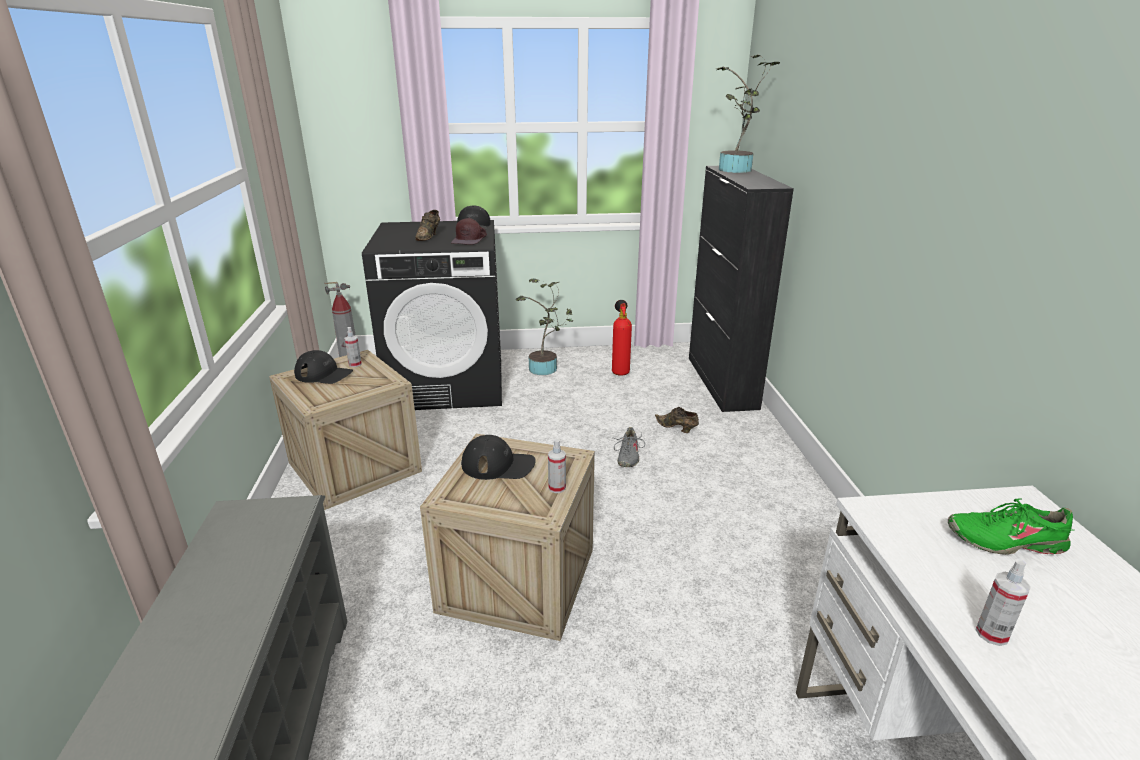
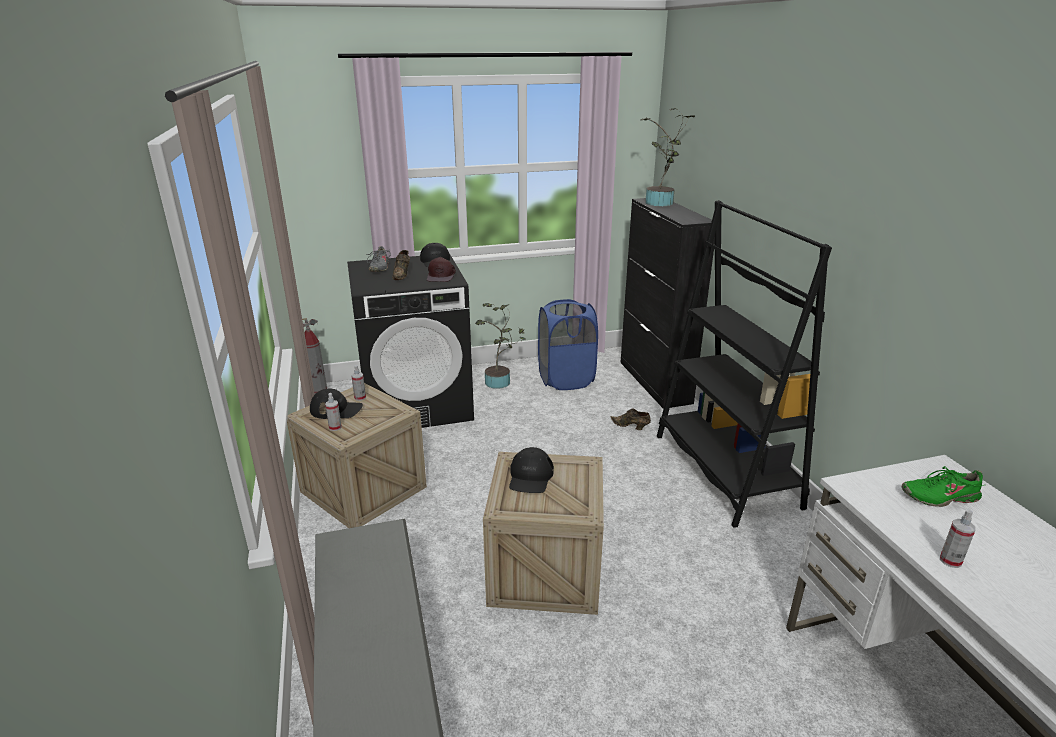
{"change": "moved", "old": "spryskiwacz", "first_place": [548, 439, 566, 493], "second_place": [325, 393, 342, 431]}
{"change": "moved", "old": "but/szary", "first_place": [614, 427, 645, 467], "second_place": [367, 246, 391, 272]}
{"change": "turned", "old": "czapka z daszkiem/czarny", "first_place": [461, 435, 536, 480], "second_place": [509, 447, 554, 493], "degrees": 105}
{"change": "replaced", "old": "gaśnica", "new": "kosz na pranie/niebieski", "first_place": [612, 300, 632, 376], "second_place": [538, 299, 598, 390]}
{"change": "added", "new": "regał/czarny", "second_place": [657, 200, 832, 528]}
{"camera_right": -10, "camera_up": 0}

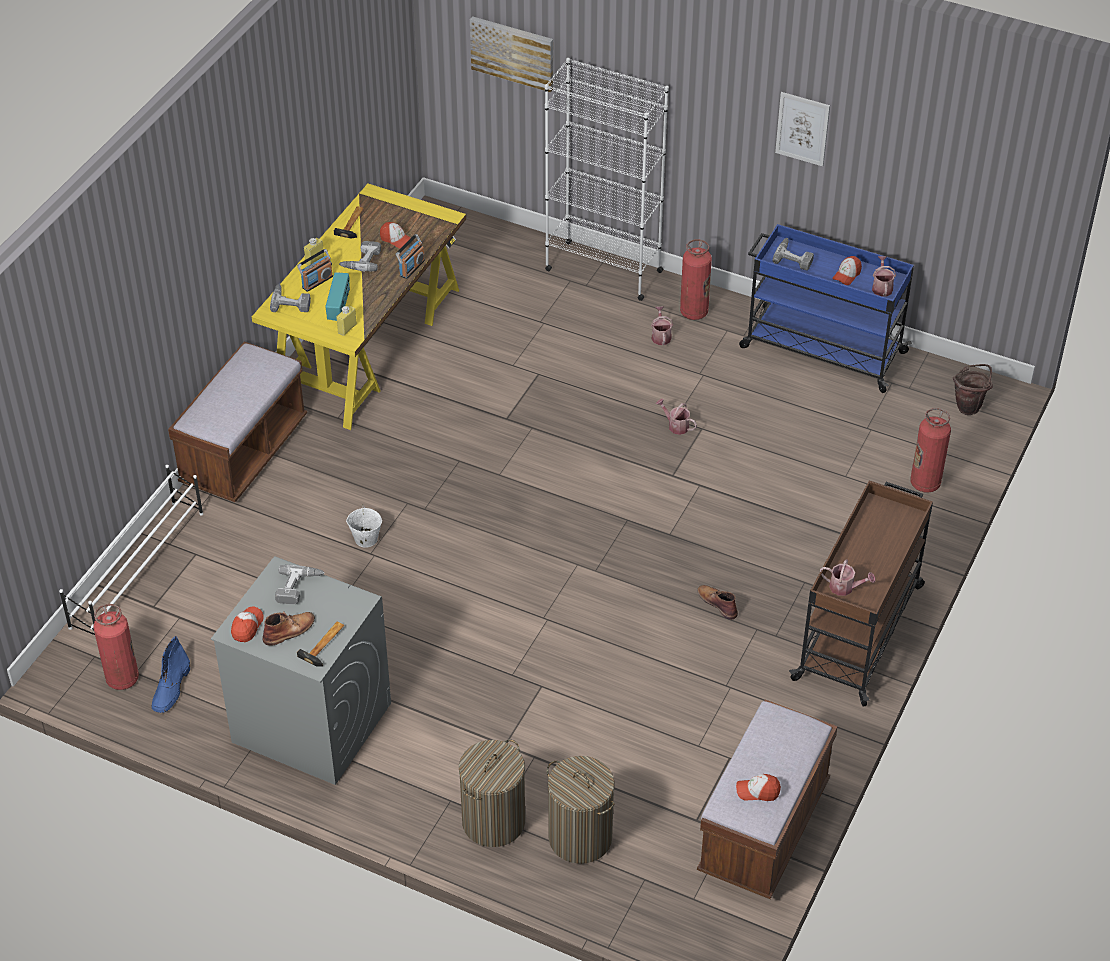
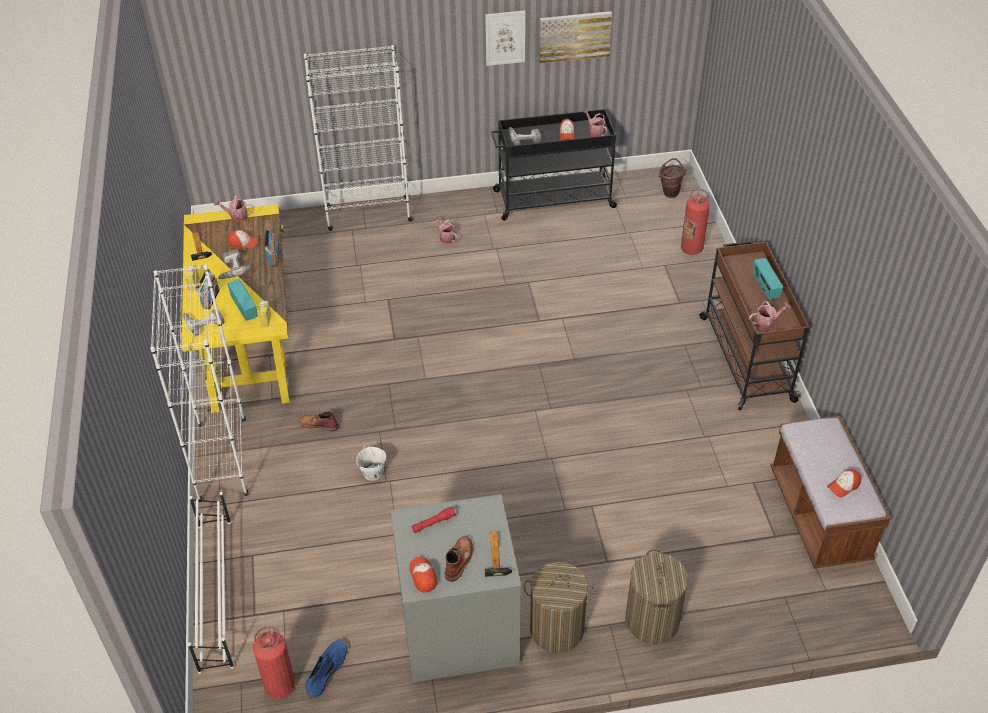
{"change": "replaced", "old": "ławka/brązowy", "new": "regał/biały", "first_place": [168, 342, 307, 502], "second_place": [150, 264, 248, 502]}
{"change": "moved", "old": "konewka", "first_place": [656, 399, 697, 435], "second_place": [214, 195, 254, 222]}
{"change": "moved", "old": "but z cholewką/brązowy", "first_place": [697, 585, 738, 620], "second_place": [298, 411, 339, 431]}
{"change": "turned", "old": "but z cholewką/niebieski", "first_place": [152, 636, 190, 713], "second_place": [305, 640, 348, 697], "degrees": -135}
{"change": "replaced", "old": "wiertarka", "new": "latarka/czerwony", "first_place": [275, 565, 324, 604], "second_place": [412, 506, 456, 533]}
{"change": "recoloured", "old": "wózek/niebieski", "new": "wózek/czarny", "first_place": [739, 224, 914, 393], "second_place": [491, 109, 619, 221]}
{"change": "moved", "old": "kosz na pranie", "first_place": [547, 756, 615, 864], "second_place": [524, 562, 595, 653]}
{"change": "moved", "old": "obraz", "first_place": [470, 16, 553, 93], "second_place": [539, 11, 612, 63]}
{"change": "added", "new": "radio", "second_place": [753, 258, 783, 300]}
{"change": "removed", "old": "gaśnica", "first_place": [680, 239, 712, 320]}
{"camera_right": -35, "camera_up": 0}

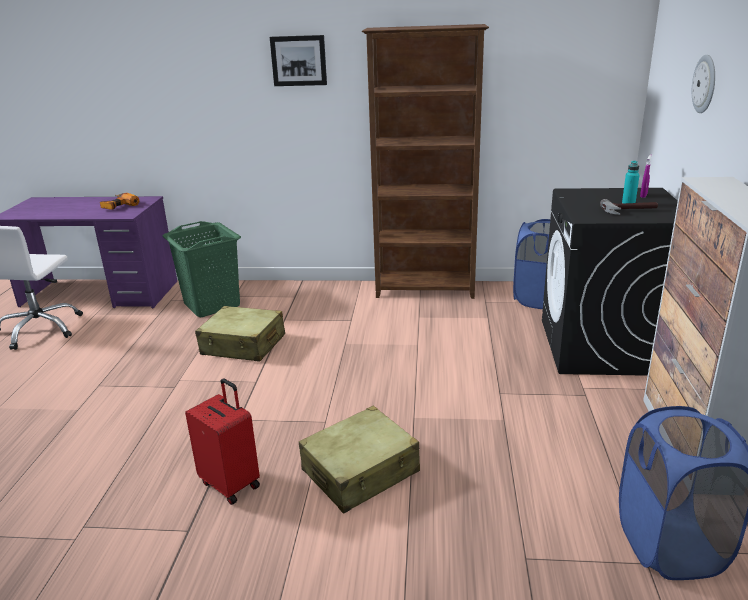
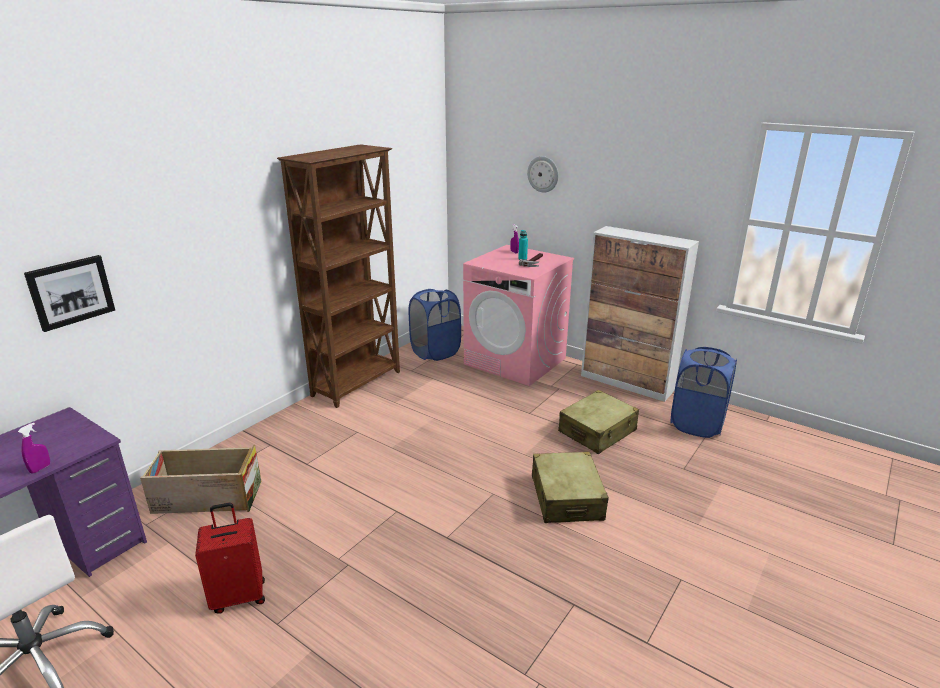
{"change": "added", "new": "spryskiwacz/fioletowy", "second_place": [18, 422, 50, 474]}
{"change": "moved", "old": "obraz", "first_place": [270, 35, 327, 86], "second_place": [24, 255, 115, 332]}
{"change": "replaced", "old": "kosz na pranie/zielony", "new": "skrzynka", "first_place": [163, 221, 241, 317], "second_place": [140, 445, 261, 514]}
{"change": "moved", "old": "walizka/czerwony", "first_place": [185, 378, 260, 505], "second_place": [195, 503, 265, 614]}
{"change": "recoloured", "old": "pralka/czarny", "new": "pralka/różowy", "first_place": [542, 188, 678, 376], "second_place": [463, 245, 574, 386]}
{"change": "moved", "old": "walizka/beżowy", "first_place": [195, 306, 285, 362], "second_place": [558, 390, 639, 454]}
{"change": "removed", "old": "wiertarka", "first_place": [100, 192, 140, 210]}
{"camera_right": -60, "camera_up": 0}

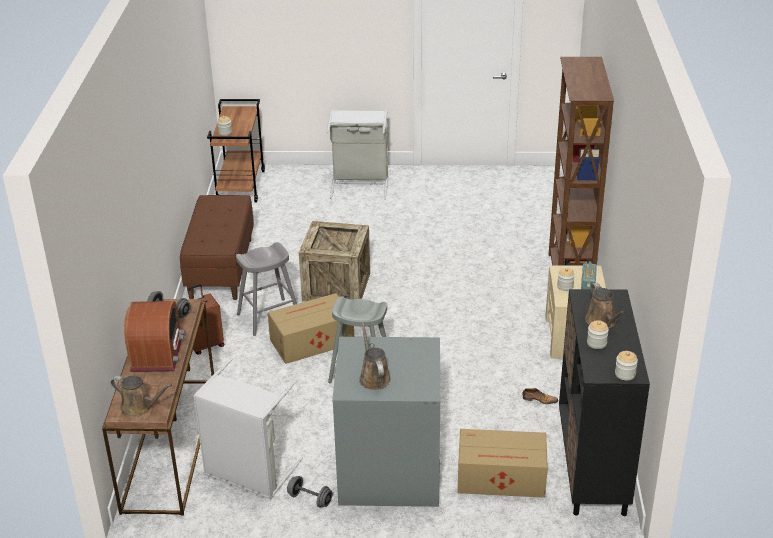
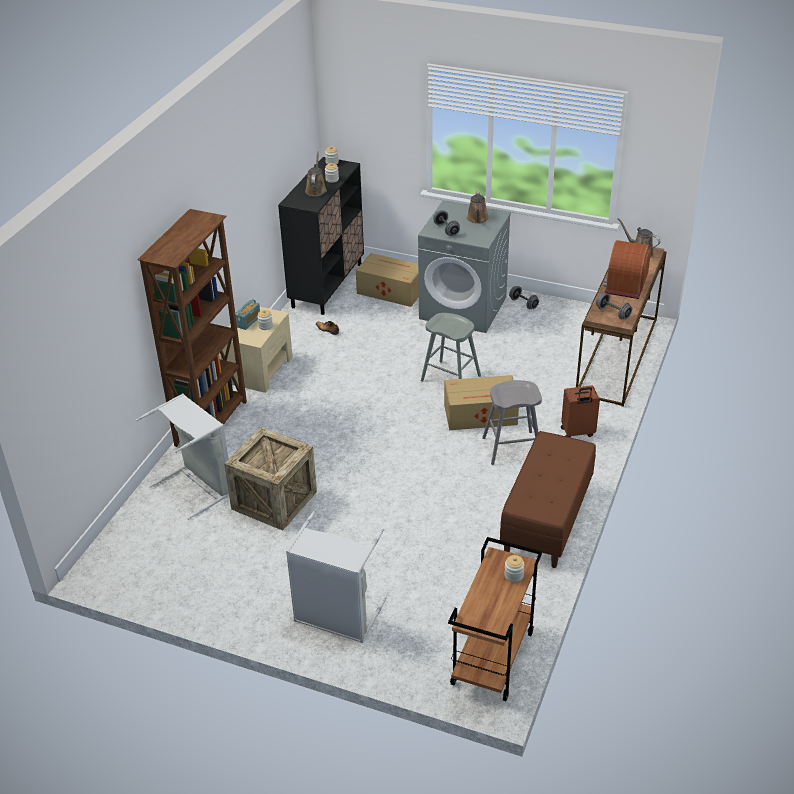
{"change": "moved", "old": "kosz na pranie/szary", "first_place": [193, 358, 303, 500], "second_place": [136, 394, 229, 520]}
{"change": "moved", "old": "skrzynka", "first_place": [299, 221, 370, 302], "second_place": [224, 427, 317, 531]}
{"change": "added", "new": "hantel/szary", "second_place": [433, 210, 460, 236]}
{"camera_right": -160, "camera_up": 5}

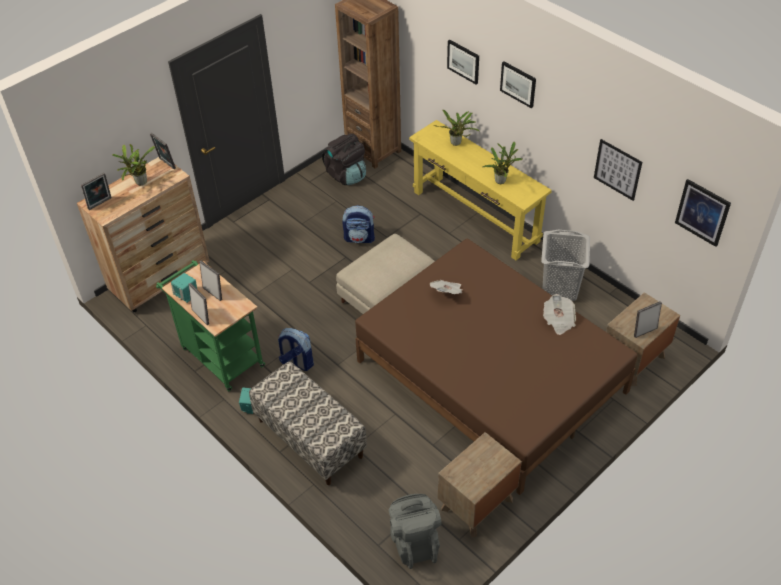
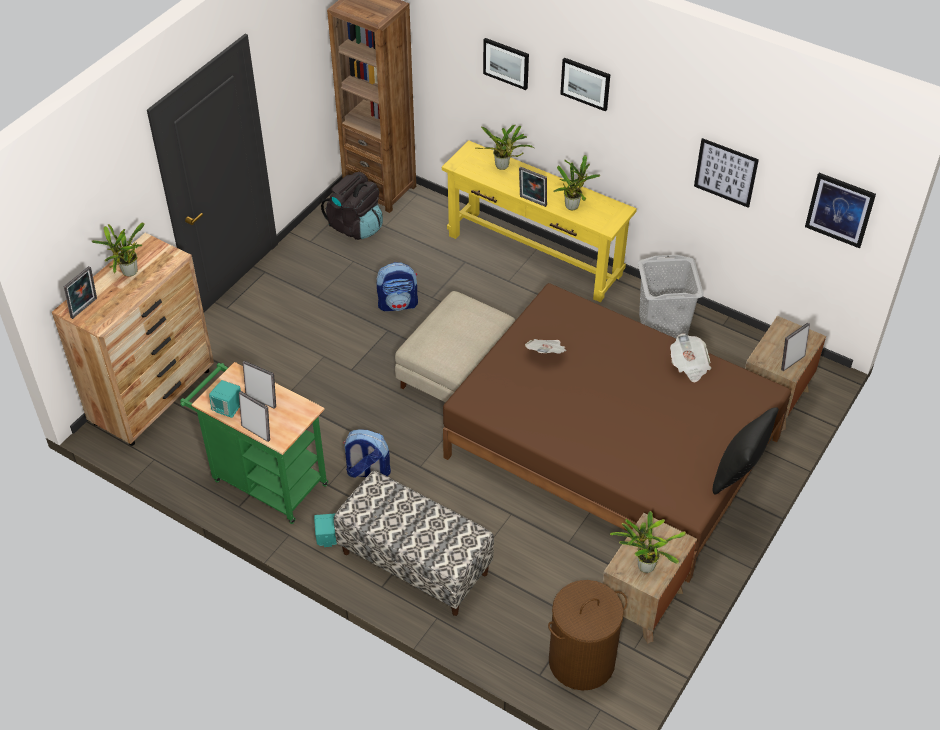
{"change": "moved", "old": "ramka na zdjęcie", "first_place": [150, 133, 176, 169], "second_place": [519, 167, 547, 207]}
{"change": "replaced", "old": "plecak/szary", "new": "kosz na pranie/brązowy", "first_place": [389, 494, 442, 569], "second_place": [548, 580, 627, 691]}
{"change": "added", "new": "roślina doniczkowa", "second_place": [609, 511, 686, 573]}
{"change": "added", "new": "poduszka/czarny", "second_place": [713, 407, 779, 495]}
{"camera_right": -15, "camera_up": 0}

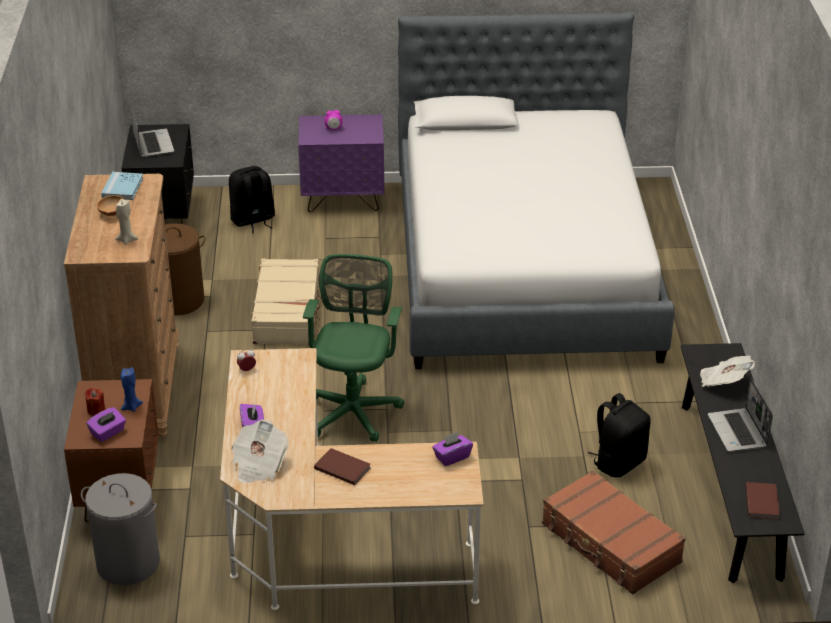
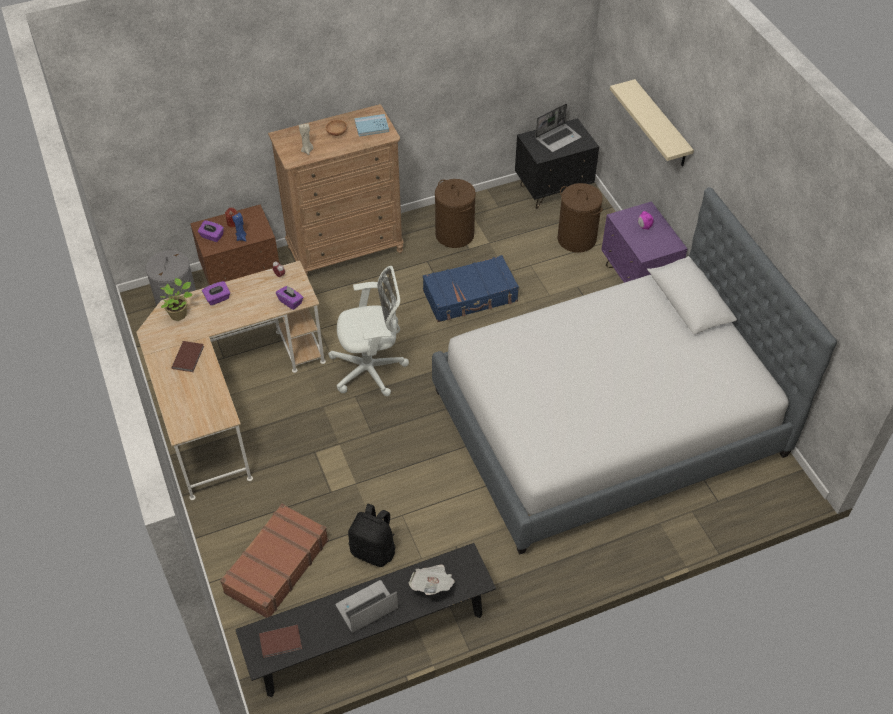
{"change": "replaced", "old": "gazeta", "new": "roślina doniczkowa", "first_place": [231, 420, 289, 483], "second_place": [160, 278, 192, 321]}
{"change": "moved", "old": "pudełko chusteczek/fioletowy", "first_place": [432, 432, 473, 466], "second_place": [276, 285, 304, 310]}
{"change": "recoloured", "old": "krzesło biurowe/zielony", "new": "krzesło biurowe/biały", "first_place": [303, 254, 404, 442], "second_place": [328, 266, 409, 396]}
{"change": "recoloured", "old": "walizka/beżowy", "new": "walizka/niebieski", "first_place": [251, 259, 322, 345], "second_place": [423, 255, 519, 322]}
{"change": "replaced", "old": "plecak/czarny", "new": "kosz na pranie/brązowy", "first_place": [229, 166, 275, 233], "second_place": [557, 183, 603, 253]}
{"change": "added", "new": "półka/beżowy", "second_place": [610, 79, 694, 167]}
{"camera_right": 70, "camera_up": 15}

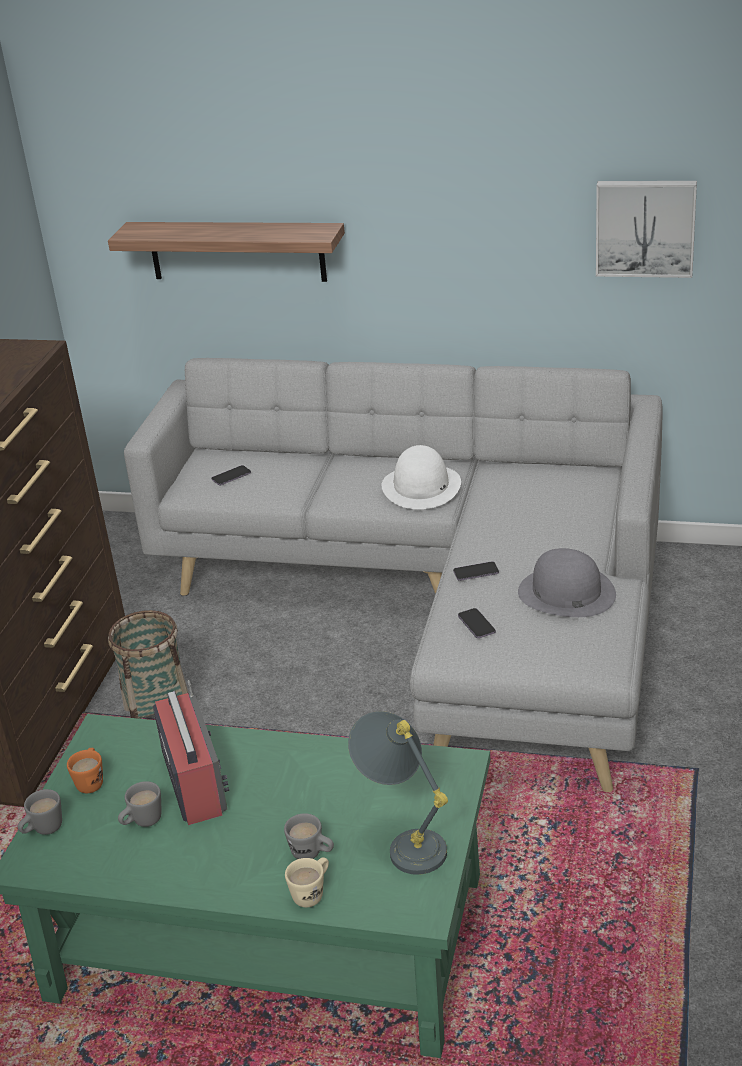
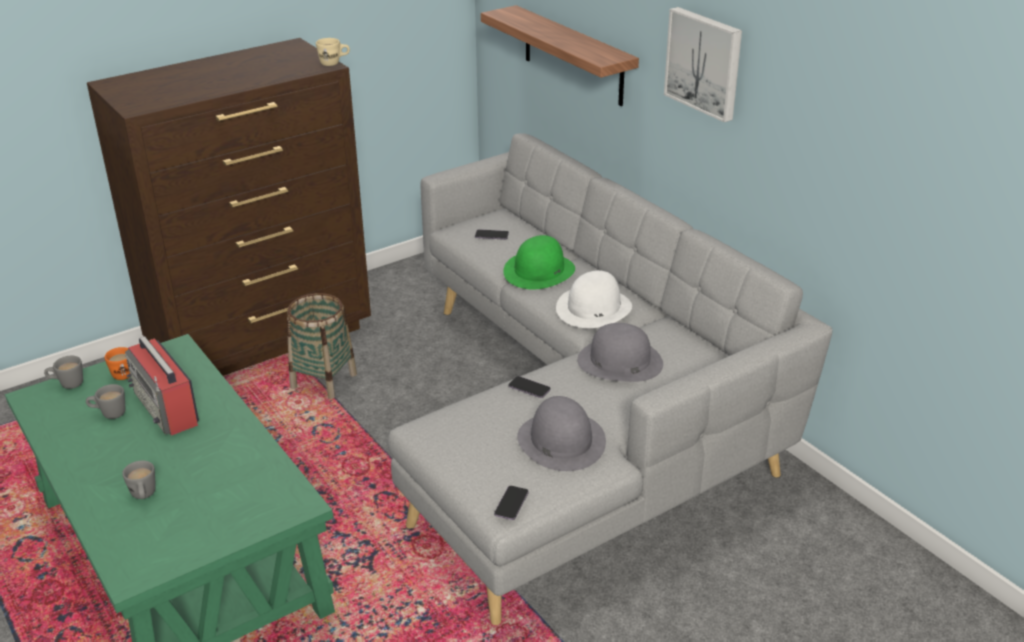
{"change": "turned", "old": "radio", "first_place": [153, 680, 229, 825], "second_place": [125, 336, 199, 436], "degrees": 120}
{"change": "moved", "old": "kubek/beżowy", "first_place": [285, 857, 329, 907], "second_place": [316, 38, 350, 66]}
{"change": "moved", "old": "telefon", "first_place": [458, 608, 496, 638], "second_place": [494, 486, 528, 520]}
{"change": "added", "new": "kapelusz/zielony", "second_place": [503, 235, 575, 290]}
{"change": "added", "new": "kapelusz/szary", "second_place": [577, 323, 663, 382]}
{"change": "moved", "old": "obraz", "first_place": [596, 181, 697, 278], "second_place": [664, 7, 742, 122]}
{"change": "removed", "old": "lampa stołowa/szary", "first_place": [348, 711, 448, 875]}
{"camera_right": 40, "camera_up": 0}

